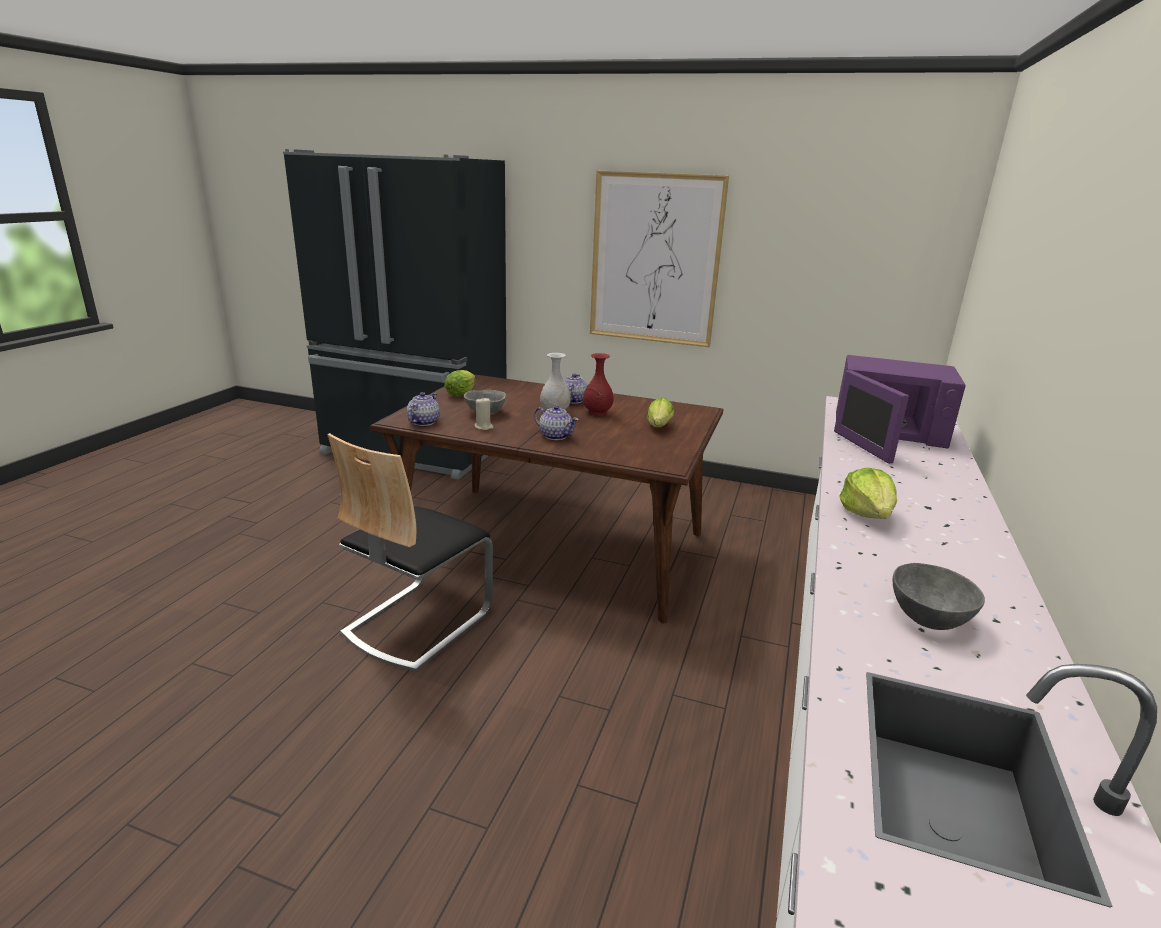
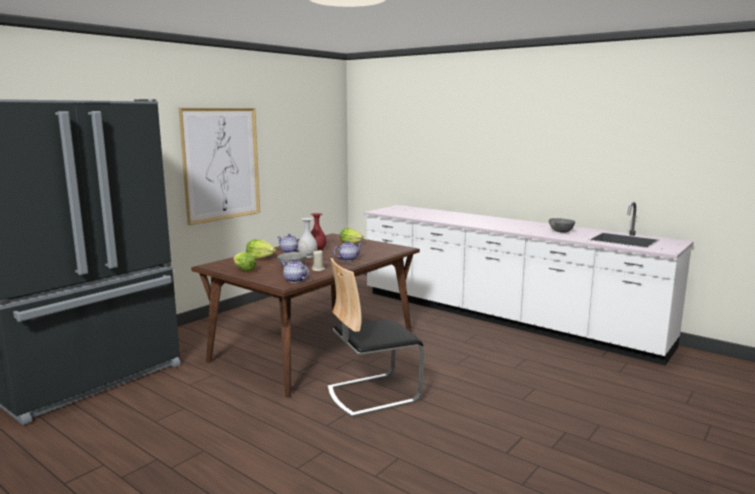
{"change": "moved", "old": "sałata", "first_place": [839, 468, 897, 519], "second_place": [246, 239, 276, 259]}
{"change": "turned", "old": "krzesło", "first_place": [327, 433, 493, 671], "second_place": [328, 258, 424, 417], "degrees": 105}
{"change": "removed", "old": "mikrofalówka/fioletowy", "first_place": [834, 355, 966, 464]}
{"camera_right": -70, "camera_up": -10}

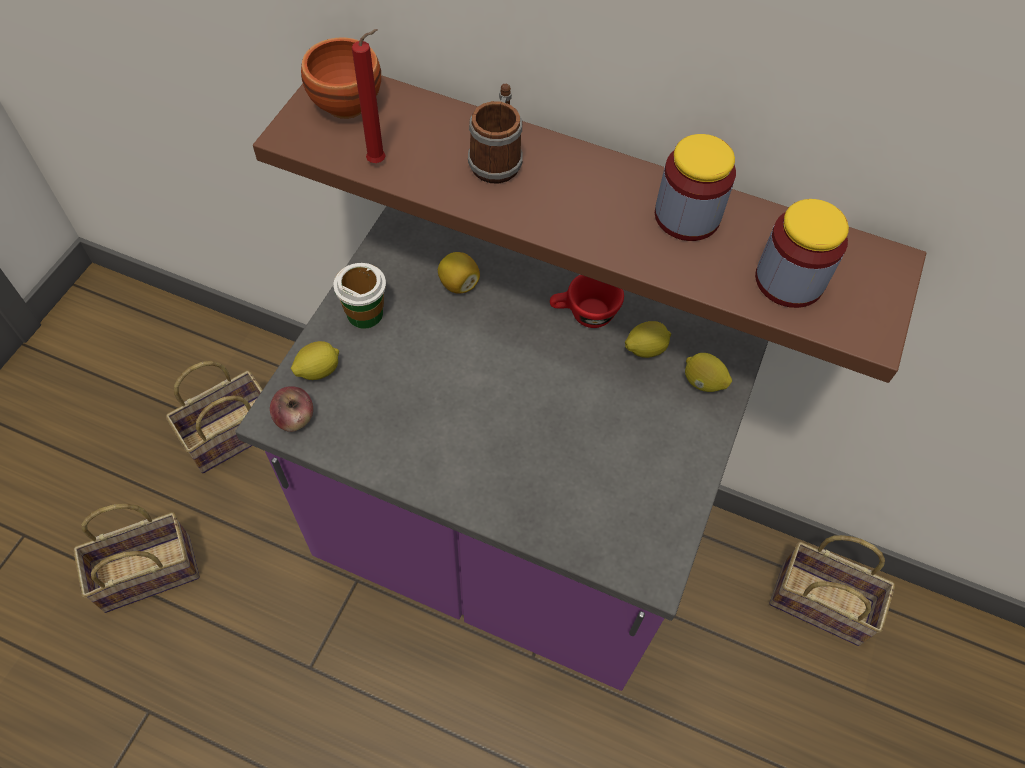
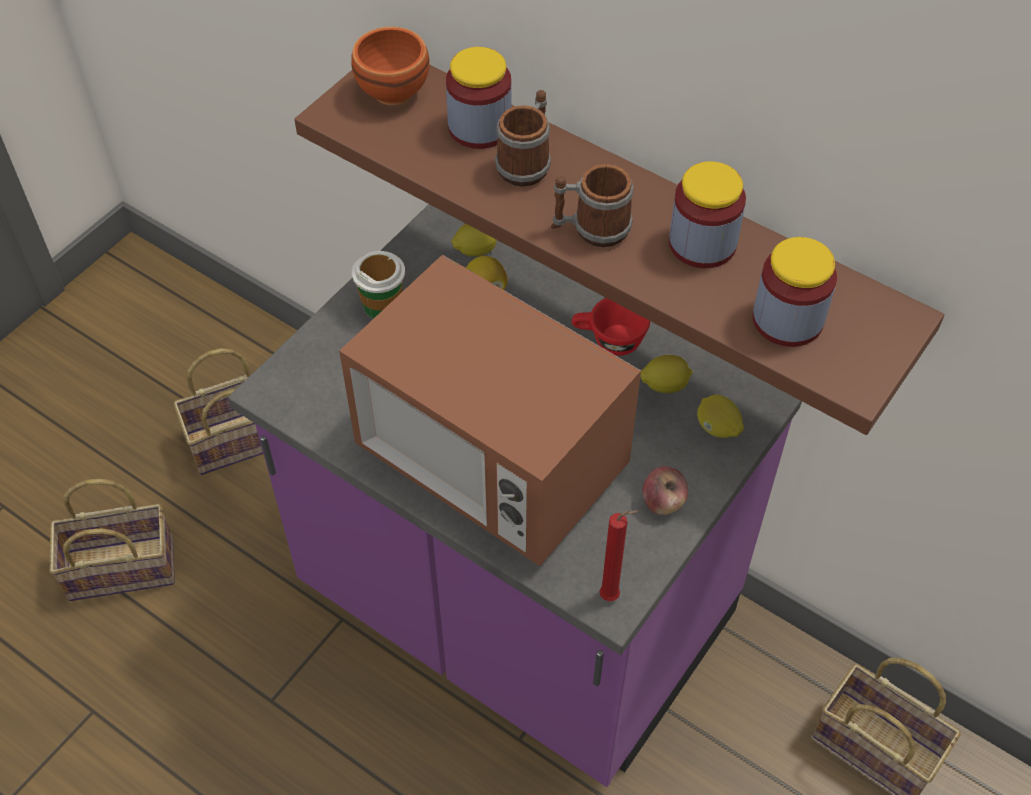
{"change": "added", "new": "mikrofalówka", "second_place": [339, 254, 641, 566]}
{"change": "added", "new": "słoik", "second_place": [446, 47, 512, 149]}
{"change": "moved", "old": "cytryna", "first_place": [291, 341, 339, 380], "second_place": [451, 224, 497, 257]}
{"change": "added", "new": "kubek", "second_place": [551, 164, 634, 247]}
{"change": "moved", "old": "świeca/czerwony", "first_place": [352, 29, 386, 163], "second_place": [599, 510, 639, 601]}
{"change": "moved", "old": "jabłko", "first_place": [270, 386, 313, 432], "second_place": [642, 467, 688, 515]}
{"camera_right": 15, "camera_up": -5}

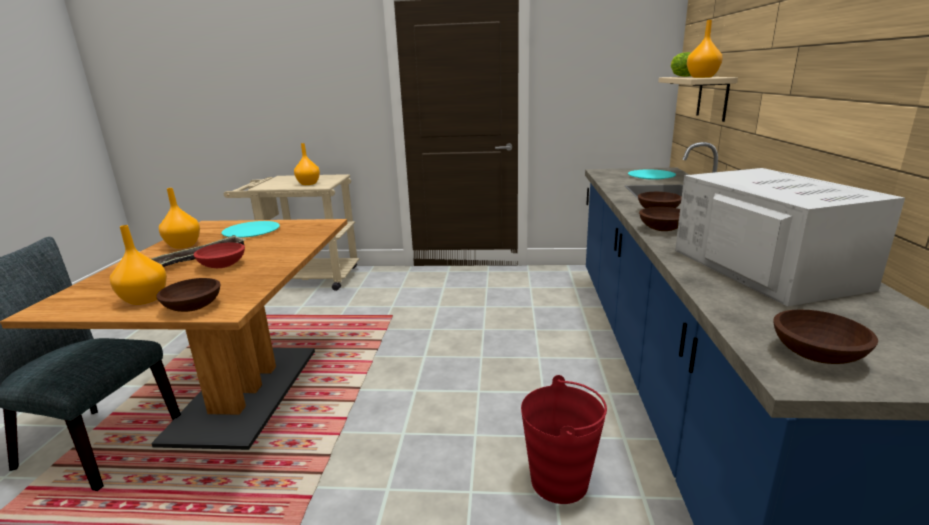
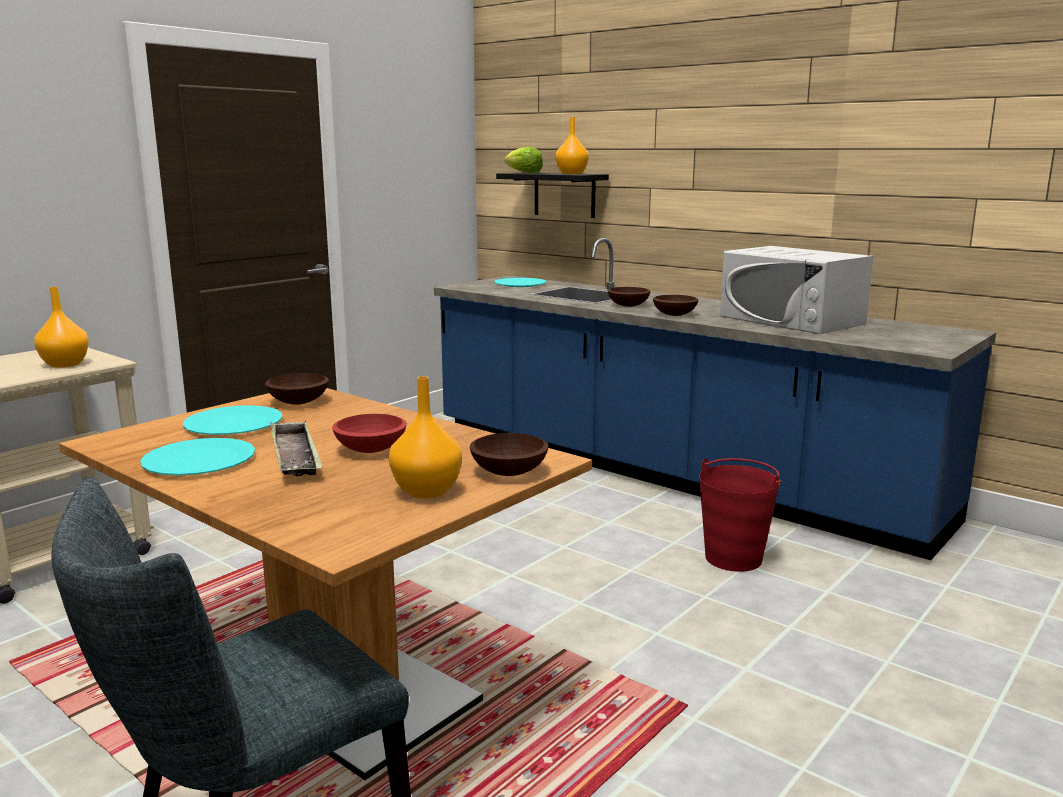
{"change": "replaced", "old": "wazon/pomarańczowy", "new": "talerz/turkusowy", "first_place": [159, 188, 200, 249], "second_place": [140, 438, 255, 475]}
{"change": "moved", "old": "miska/brązowy", "first_place": [773, 309, 878, 364], "second_place": [265, 373, 329, 404]}
{"change": "recoloured", "old": "półka/beżowy", "new": "półka/czarny", "first_place": [658, 76, 738, 122], "second_place": [496, 173, 609, 218]}
{"change": "turned", "old": "mikrofalówka/biały", "first_place": [675, 168, 905, 306], "second_place": [720, 246, 874, 334], "degrees": -150}
{"camera_right": -55, "camera_up": -5}

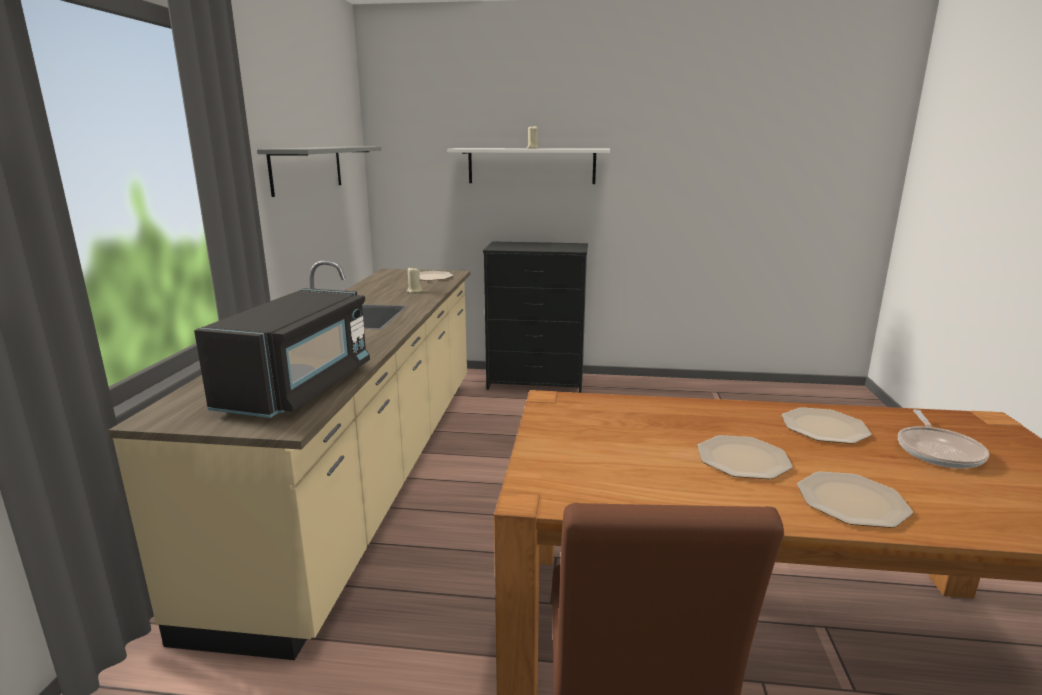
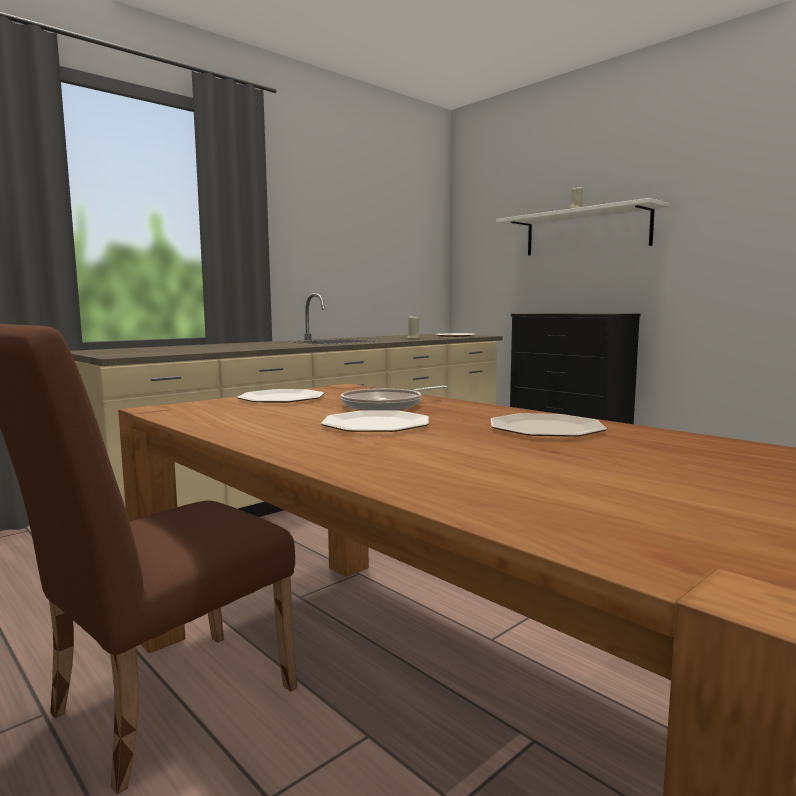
{"change": "moved", "old": "talerz", "first_place": [797, 472, 913, 528], "second_place": [237, 389, 325, 403]}
{"change": "moved", "old": "patelnia", "first_place": [898, 409, 989, 469], "second_place": [341, 386, 448, 411]}
{"change": "removed", "old": "mikrofalówka/czarny", "first_place": [194, 288, 370, 418]}
{"change": "removed", "old": "półka/szary", "first_place": [257, 147, 382, 197]}
{"camera_right": 40, "camera_up": -10}

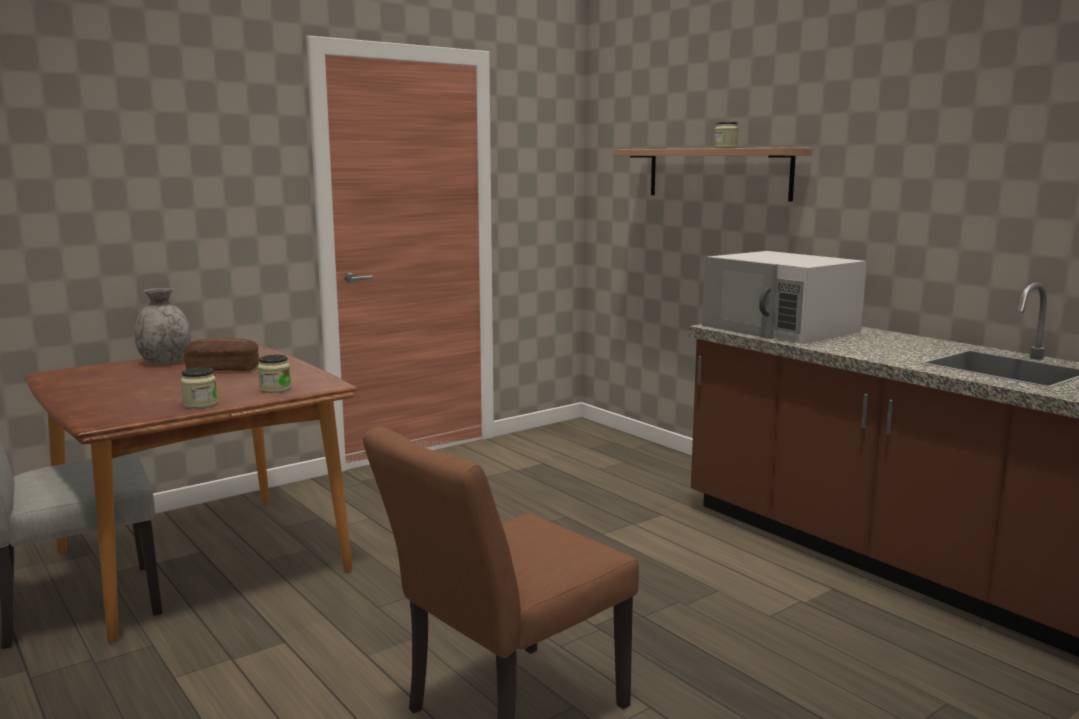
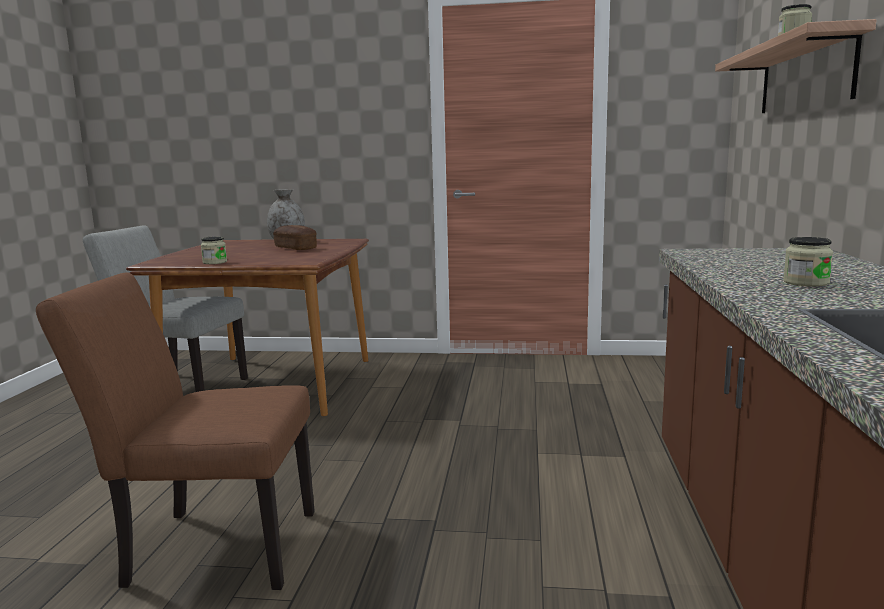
{"change": "moved", "old": "słoik", "first_place": [258, 354, 291, 393], "second_place": [783, 237, 833, 287]}
{"change": "removed", "old": "mikrofalówka/biały", "first_place": [702, 251, 867, 344]}
{"camera_right": 45, "camera_up": 0}

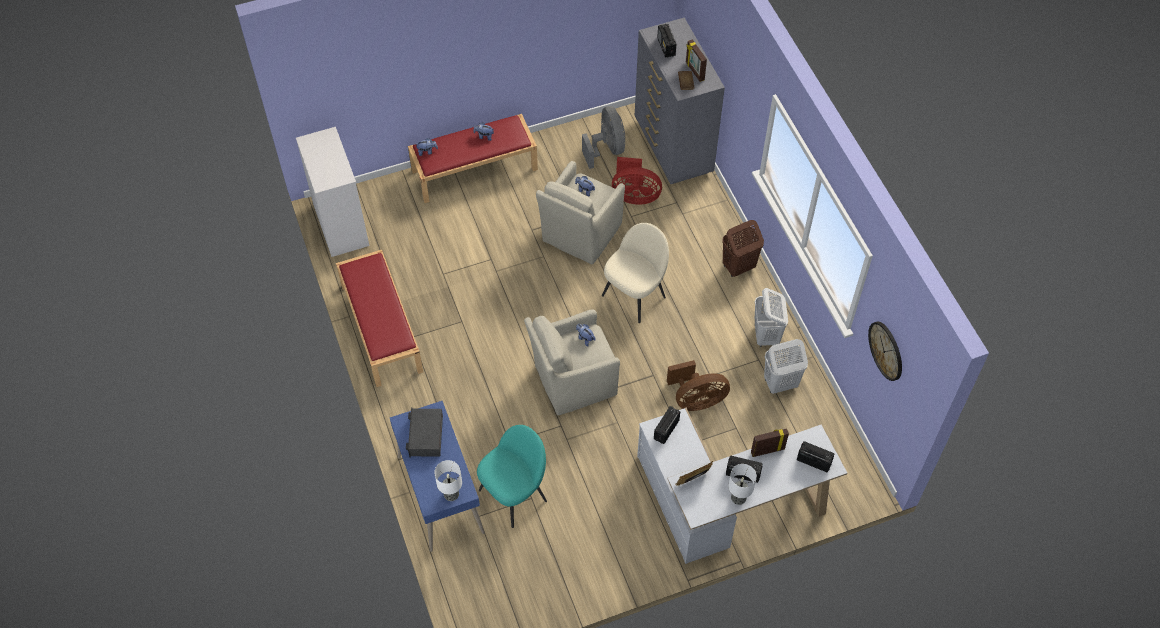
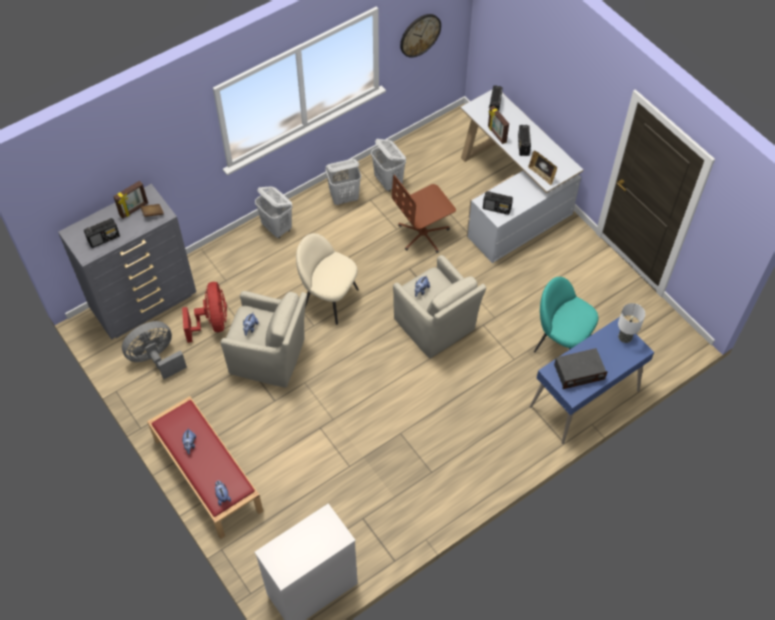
{"change": "recoloured", "old": "kosz na pranie/brązowy", "new": "kosz na pranie/biały", "first_place": [722, 220, 764, 277], "second_place": [255, 186, 292, 239]}
{"change": "replaced", "old": "wentylator/brązowy", "new": "krzesło biurowe/brązowy", "first_place": [667, 360, 730, 411], "second_place": [392, 175, 456, 253]}
{"change": "removed", "old": "ławka/czerwony", "first_place": [336, 250, 423, 387]}
{"change": "removed", "old": "lampa stołowa", "first_place": [728, 464, 757, 505]}
{"camera_right": -105, "camera_up": 0}

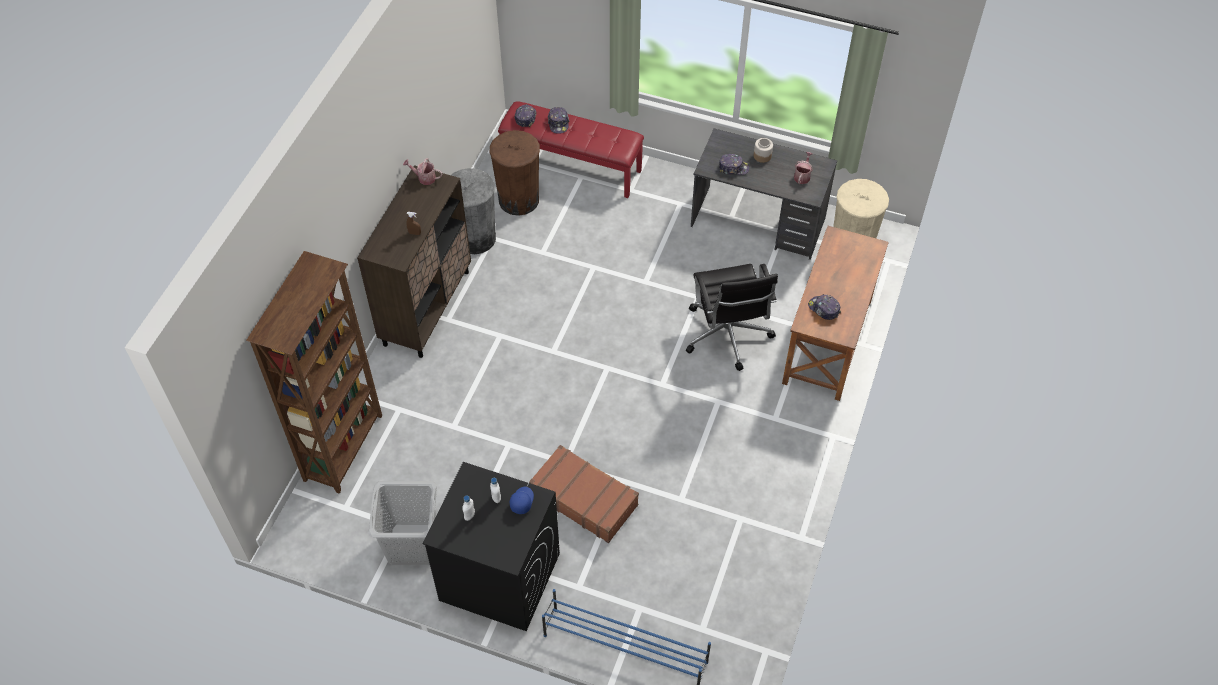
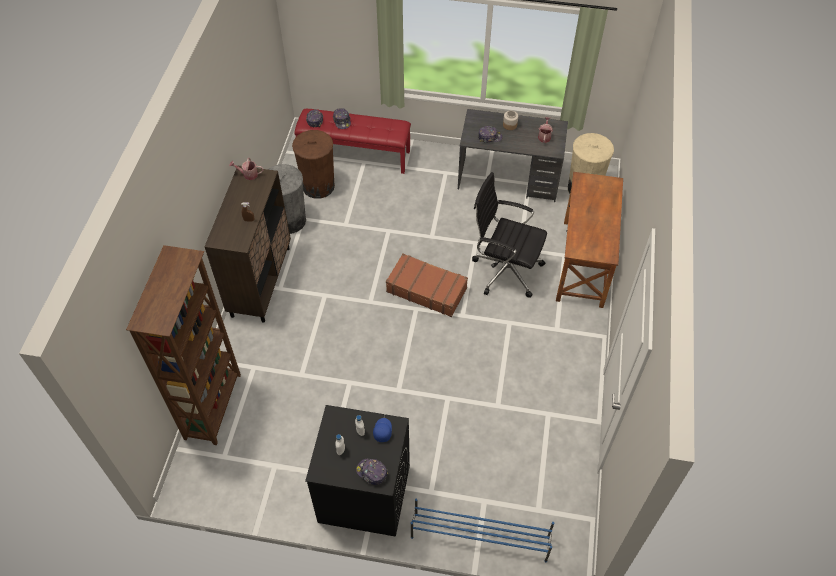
{"change": "moved", "old": "czapka z daszkiem", "first_place": [808, 294, 841, 320], "second_place": [356, 459, 389, 485]}
{"change": "moved", "old": "walizka/brązowy", "first_place": [529, 445, 639, 543], "second_place": [386, 253, 468, 317]}
{"change": "turned", "old": "krzesło biurowe/czarny", "first_place": [686, 264, 778, 371], "second_place": [472, 172, 547, 298], "degrees": 135}
{"change": "removed", "old": "kosz na pranie/szary", "first_place": [368, 481, 437, 565]}
{"camera_right": -10, "camera_up": 0}

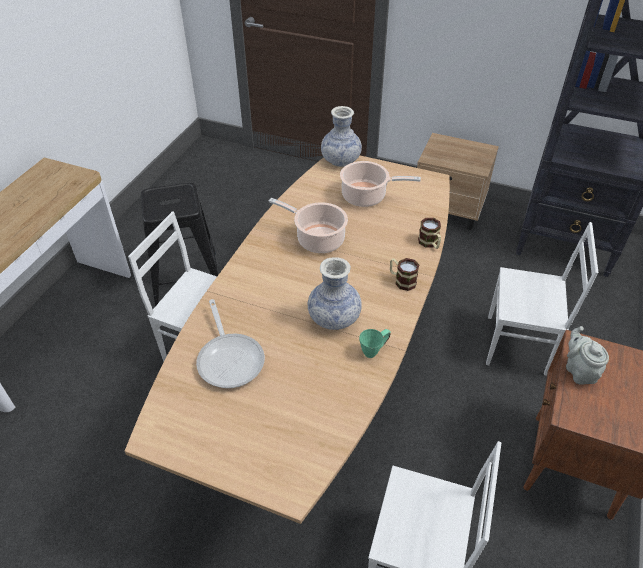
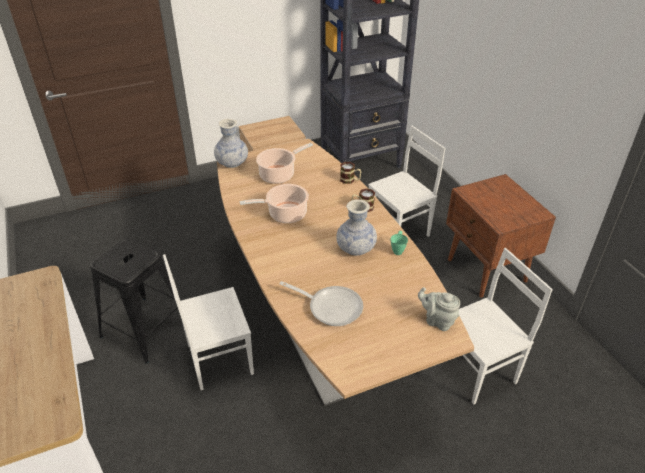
{"change": "moved", "old": "imbryk/szary", "first_place": [566, 326, 609, 385], "second_place": [418, 287, 460, 331]}
{"camera_right": -45, "camera_up": -5}

